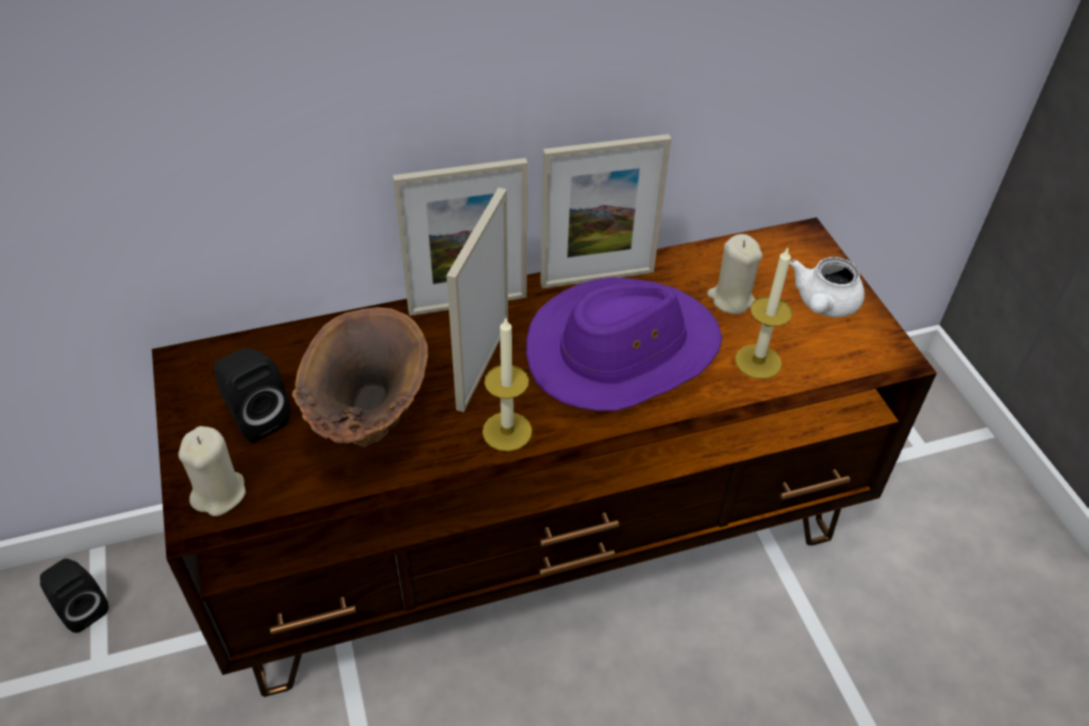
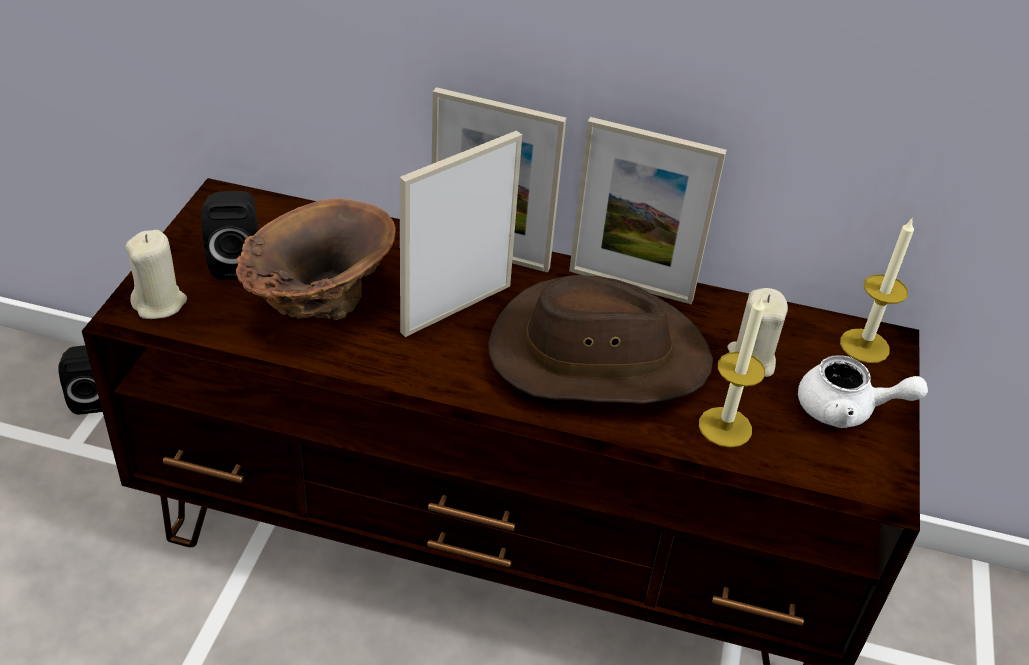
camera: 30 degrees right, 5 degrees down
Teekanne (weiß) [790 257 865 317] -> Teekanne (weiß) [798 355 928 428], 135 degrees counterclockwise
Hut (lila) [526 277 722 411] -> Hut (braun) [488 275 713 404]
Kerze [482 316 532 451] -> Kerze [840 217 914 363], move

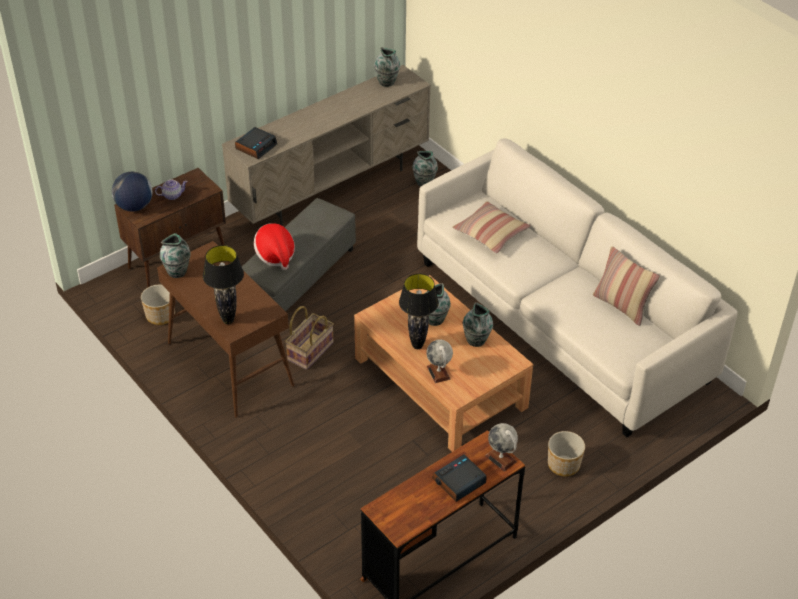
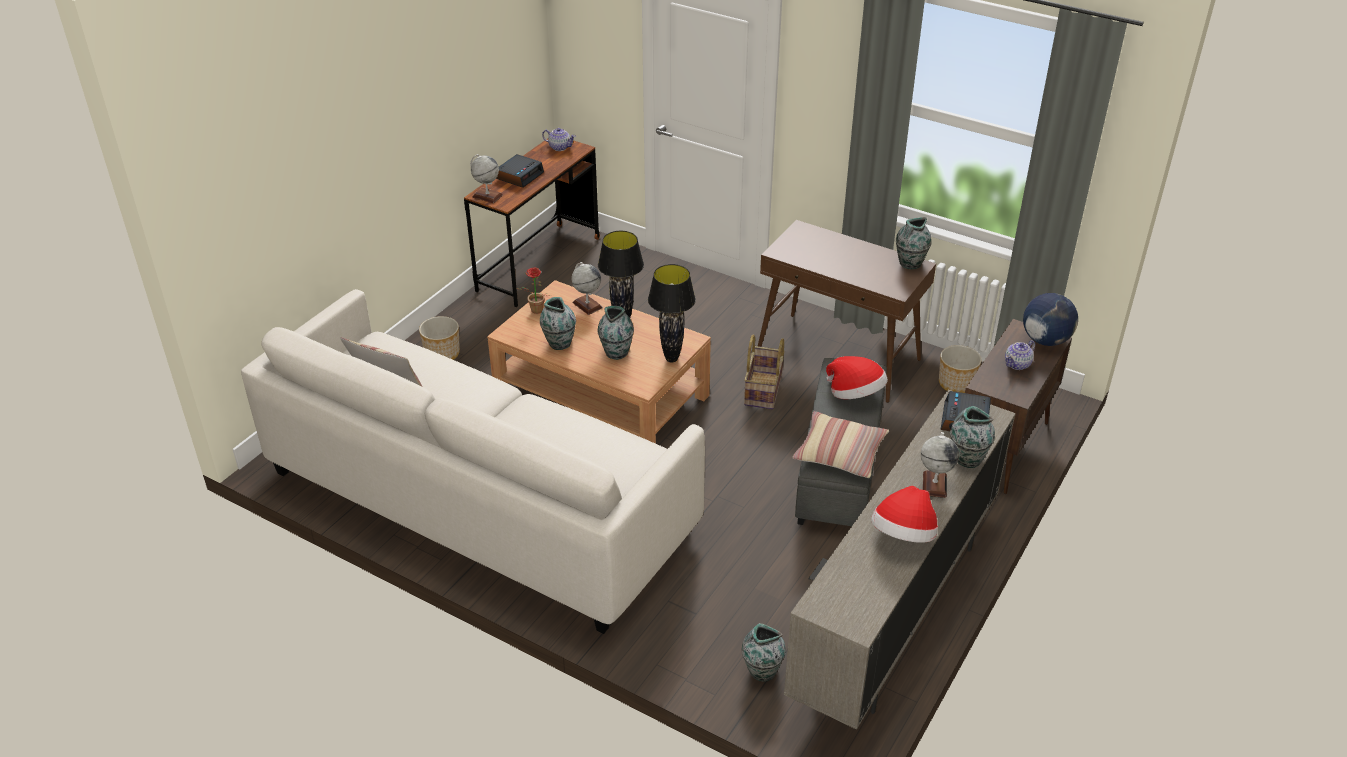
camera: 160 degrees right, 5 degrees down
Vase [374 47 400 87] -> Vase [950 406 995 468], move
Kissen [452 201 531 254] -> Kissen [792 411 889 478], move
Tischlampe (schwarz) [203 245 244 324] -> Tischlampe (schwarz) [648 264 696 362], move
none -> Teekanne [542 128 576 151]
none -> Topfpflanze [516 268 551 314]
none -> Globus [921 432 959 498]
none -> Hut [871 486 938 543]

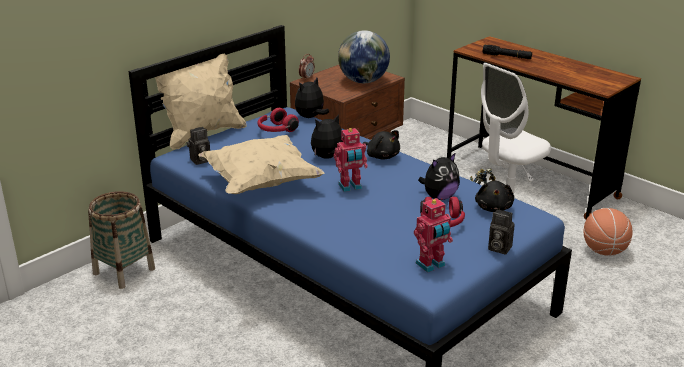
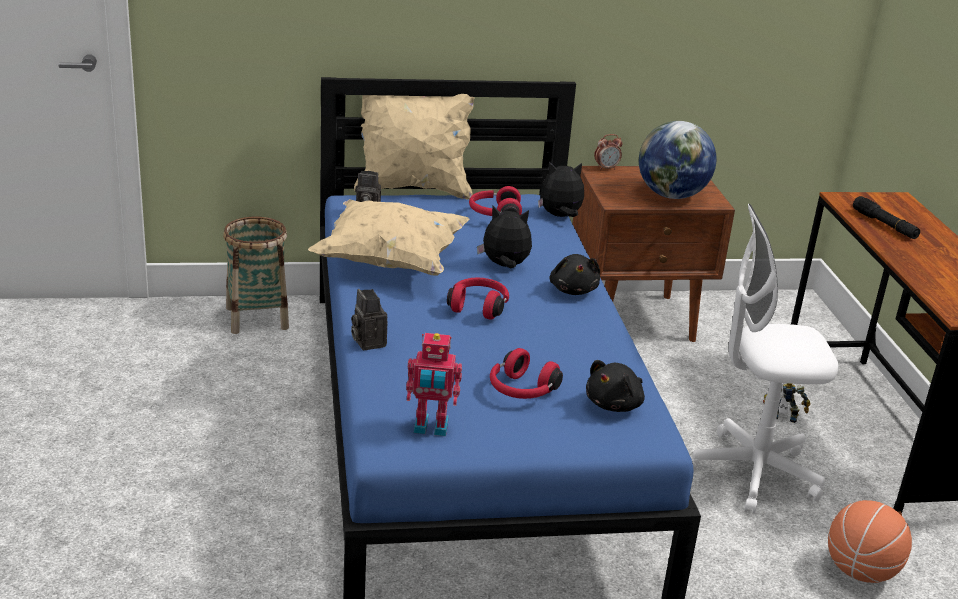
camera: 35 degrees right, 0 degrees up
Spielzeugroboter [334 128 368 192] -> Kopfhörer (rot) [447 278 509 320]
Plüschtier [418 152 460 200] -> none
Kamera [488 209 515 255] -> Kamera [351 289 387 350], move

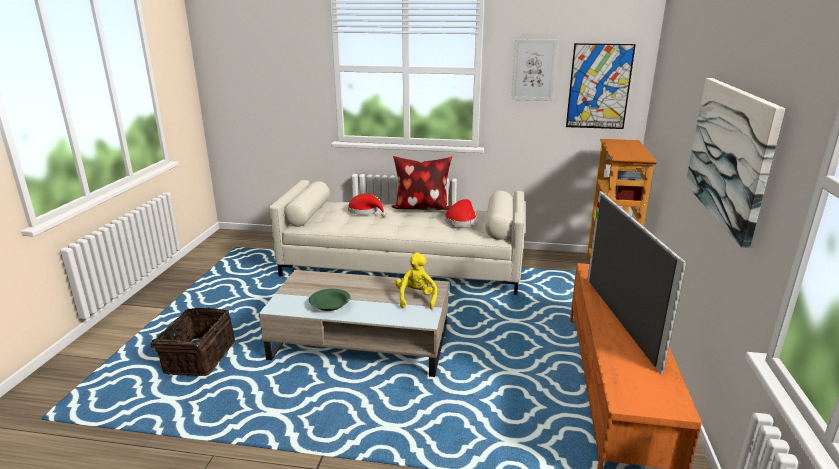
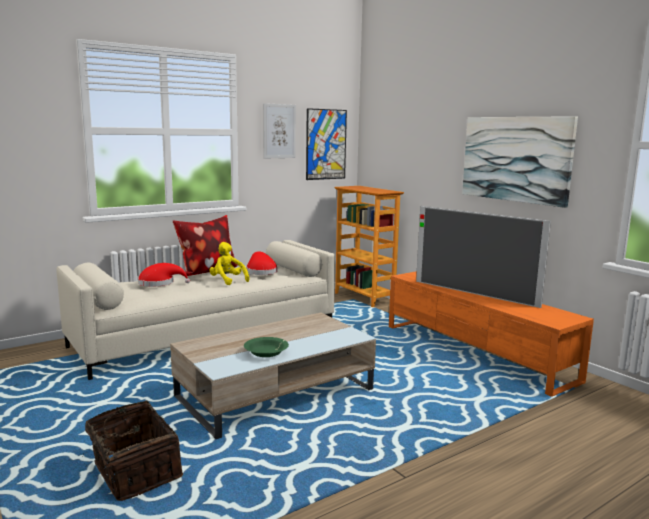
camera: 45 degrees left, 10 degrees down
Plüschtier (gelb) [395 253 437 309] -> Plüschtier (gelb) [209 242 250 285], move

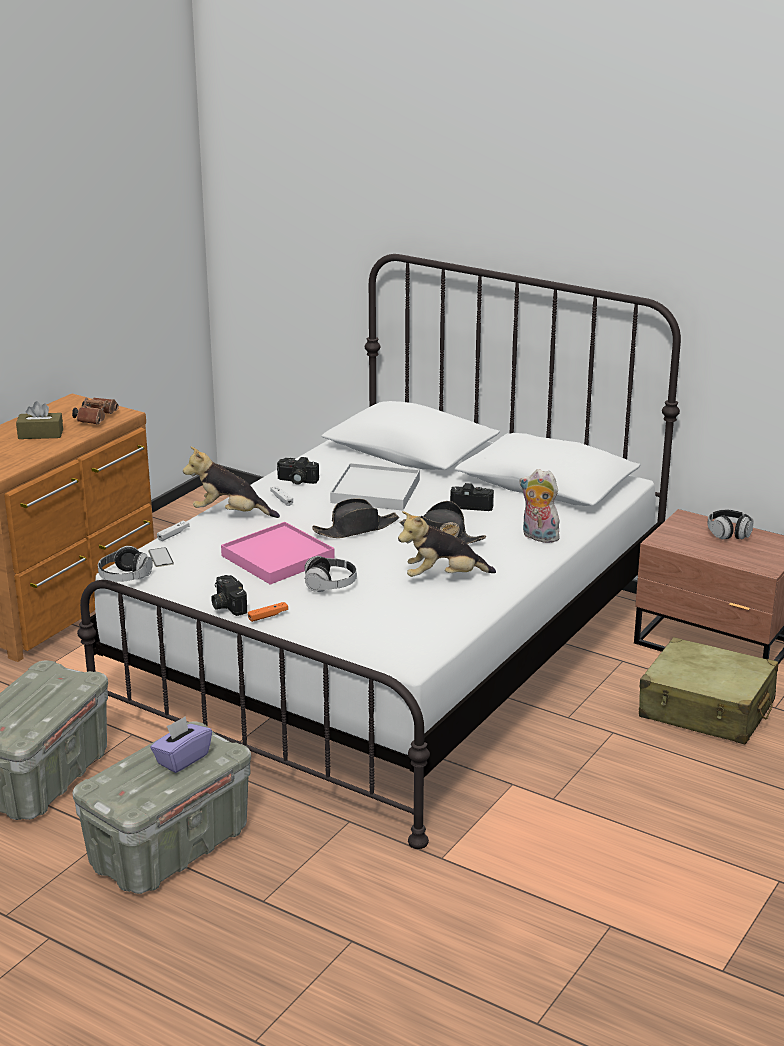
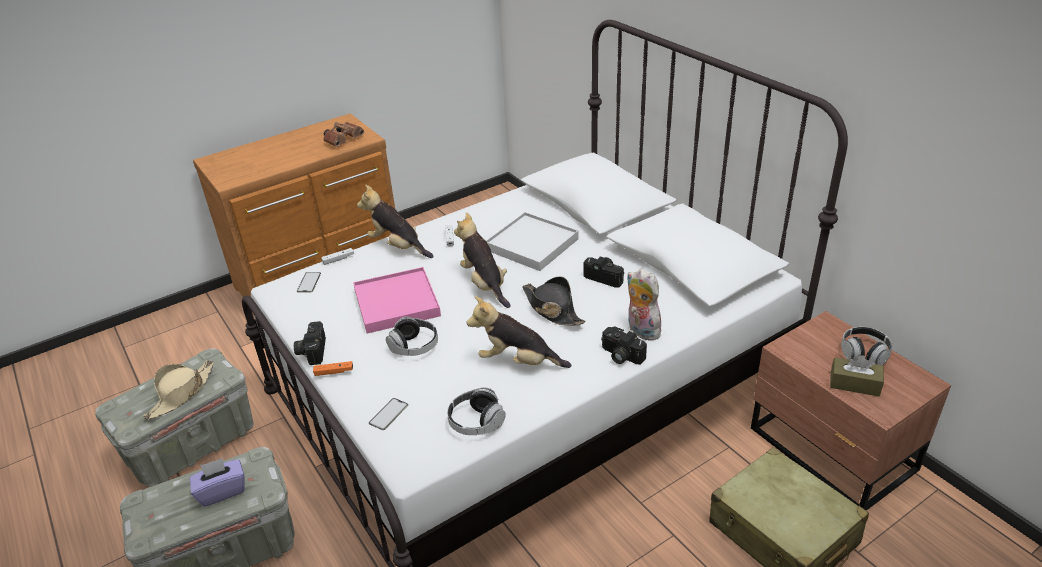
camera: 25 degrees right, 10 degrees up
Taschentuchbox (braun) [16 401 63 439] -> Taschentuchbox (braun) [830 355 884 397], move
Kamera [277 457 319 485] -> Kamera [601 326 647 365], move
Hut (schwarz) [312 498 399 538] -> Plüschtier [454 212 511 308]
Kopfhörer [98 546 153 582] -> Kopfhörer [447 387 506 435], move
none -> Hut (beige) [143 360 214 419]
none -> Handy [369 398 408 430]

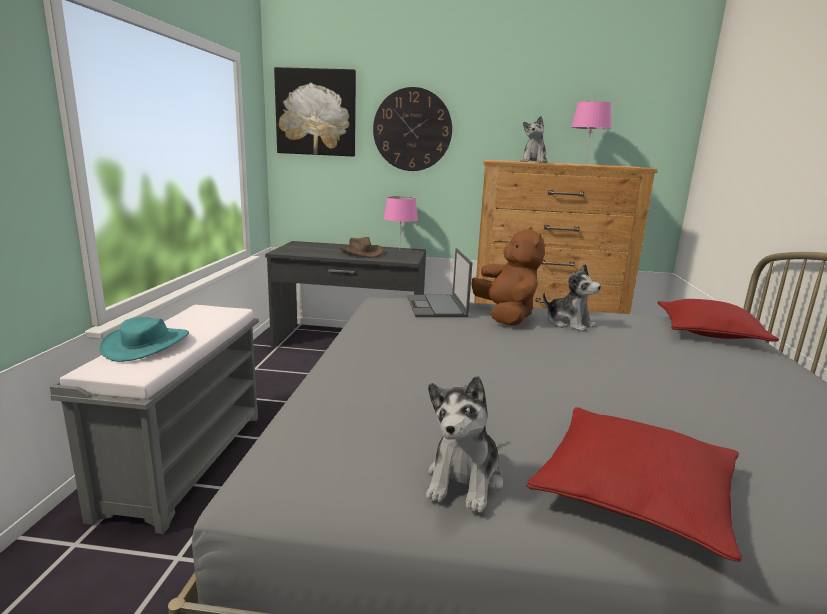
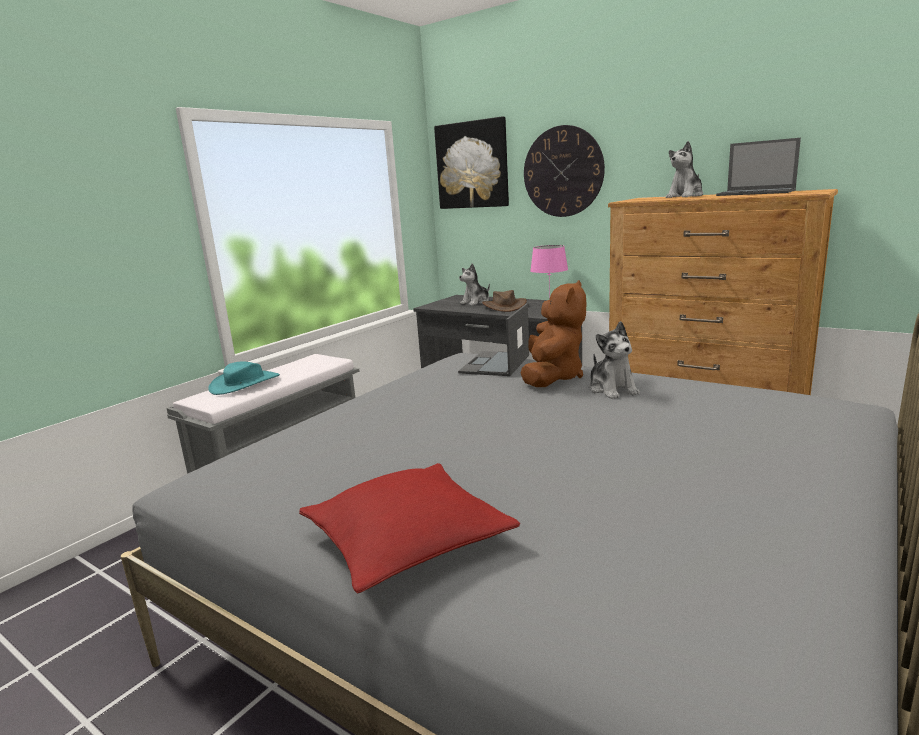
camera: 30 degrees right, 0 degrees up
Tischlampe (rosa) [571 101 611 163] -> Laptop [716 138 801 196]
Kissen (rot) [658 299 779 342] -> none
Plüschtier [426 376 503 513] -> Plüschtier [459 263 490 305], move

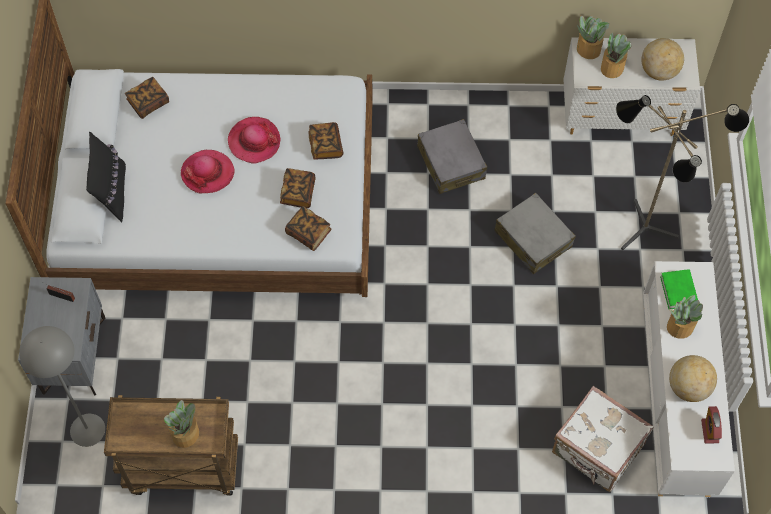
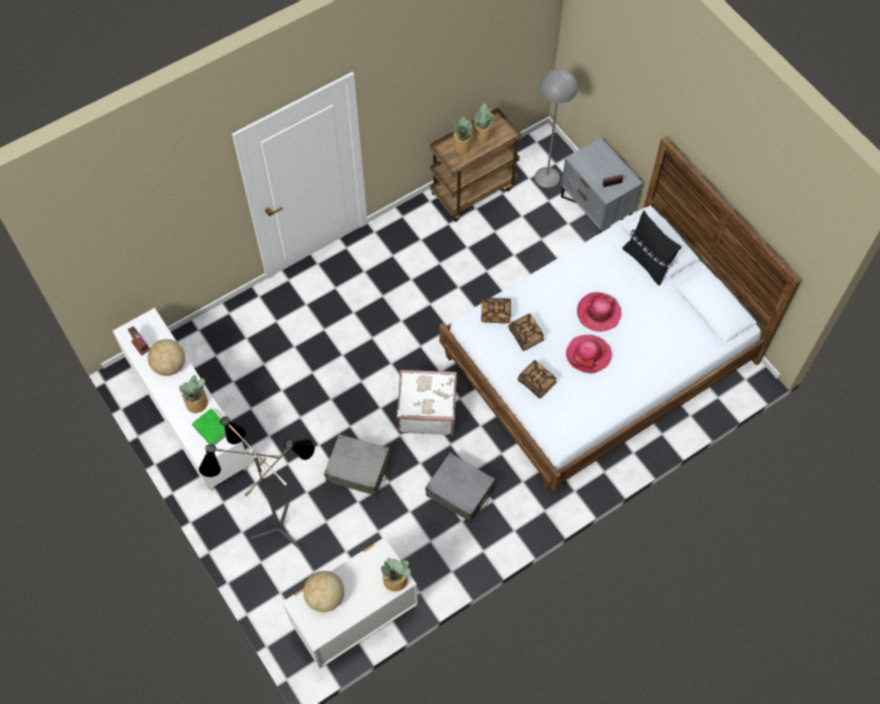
camera: 145 degrees right, 0 degrees up
Topfpflanze [601 33 632 78] -> Topfpflanze [473 103 494 143], move
Buch [125 77 169 119] -> none
Koffer (weiß) [552 386 653 492] -> Koffer (weiß) [397 370 457 435], move

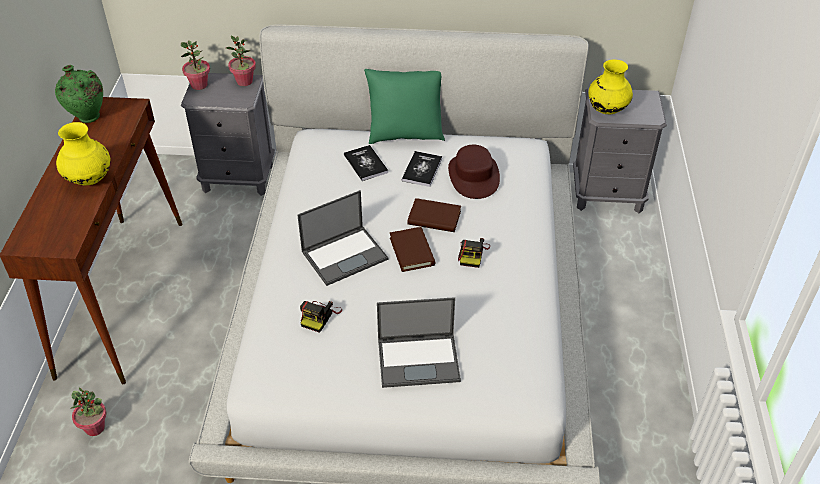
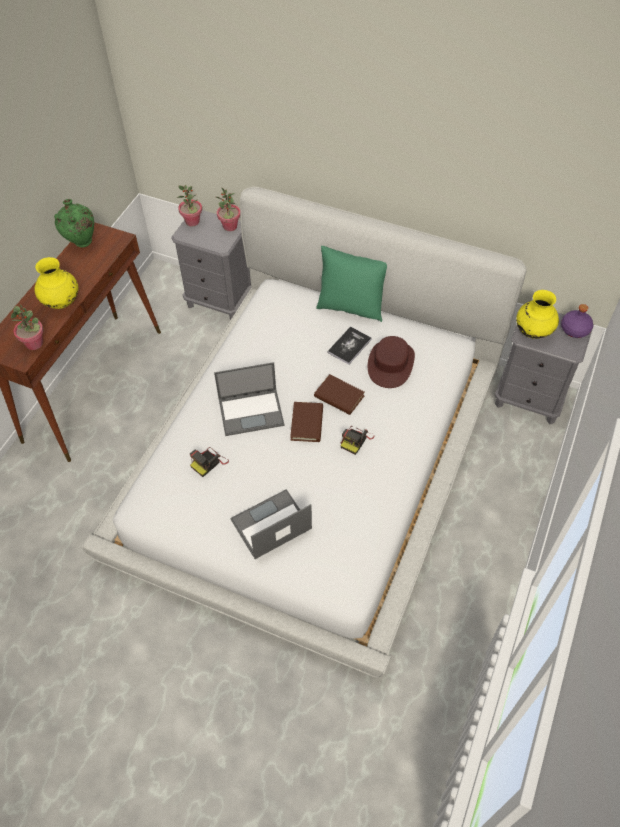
camera: 20 degrees right, 10 degrees up
Buch [344 145 388 181] -> none
Laptop [377 297 461 388] -> Laptop [230 489 312 559], 135 degrees clockwise
Topfpflanze [70 388 107 436] -> Topfpflanze [11 304 43 350], move
none -> Flasche (lila) [561 304 593 338]

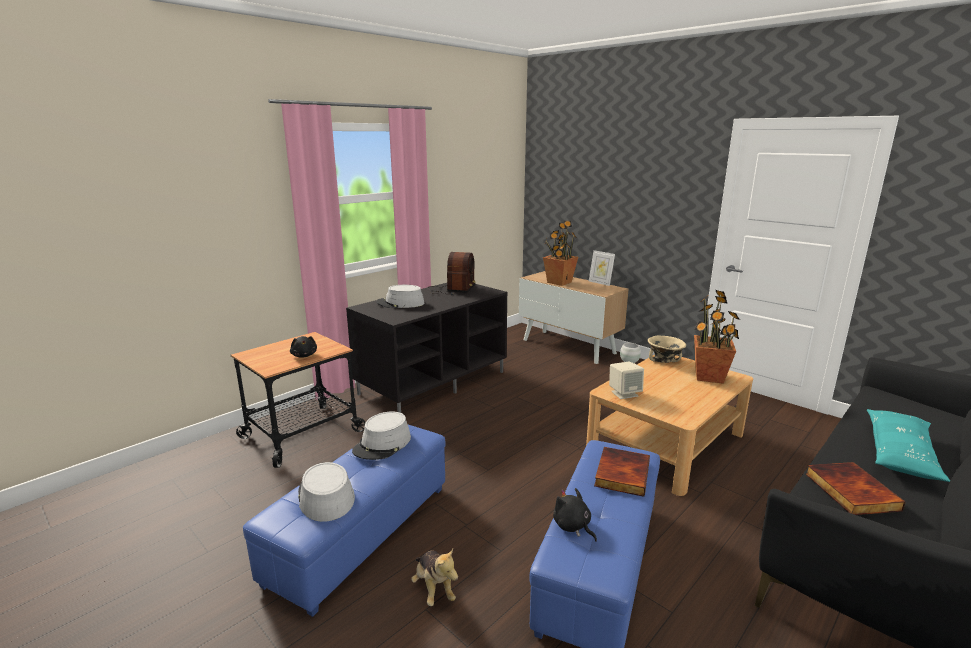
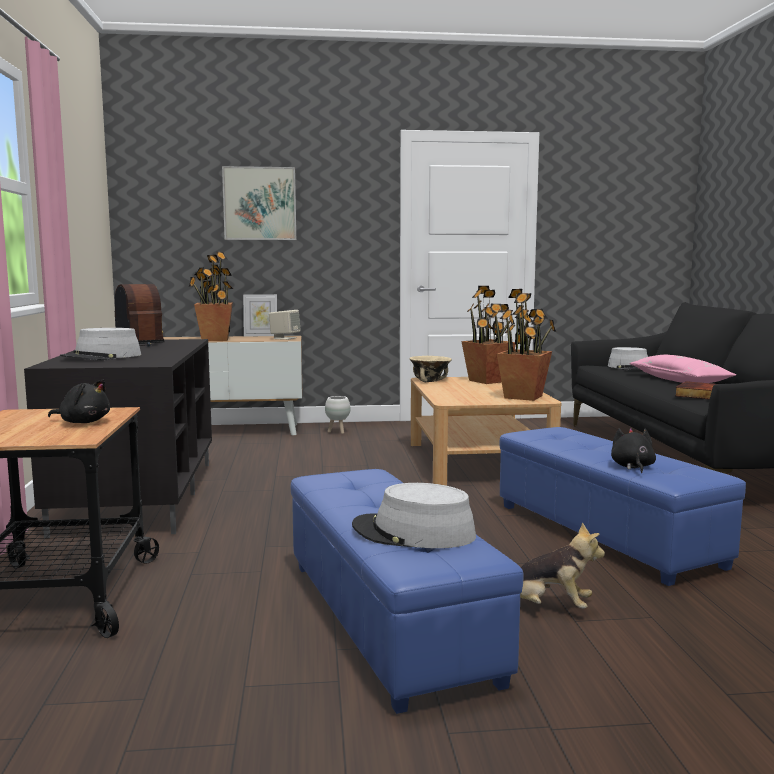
camera: 50 degrees left, 10 degrees down
Lautsprecher (beige) [609 362 644 399] -> Lautsprecher (beige) [269 310 301 340], move
Kissen (türkis) [867 409 950 482] -> Kissen (rosa) [629 355 736 383]
Hut (grau) [352 412 411 460] -> Hut (grau) [608 347 648 370], move
Buch [594 447 650 496] -> none
Plüschtier (schwarz) [553 488 597 542] -> Plüschtier (schwarz) [611 428 656 473], 90 degrees clockwise
none -> Bild [222 166 296 240]
none -> Topfpflanze [497 289 556 401]

